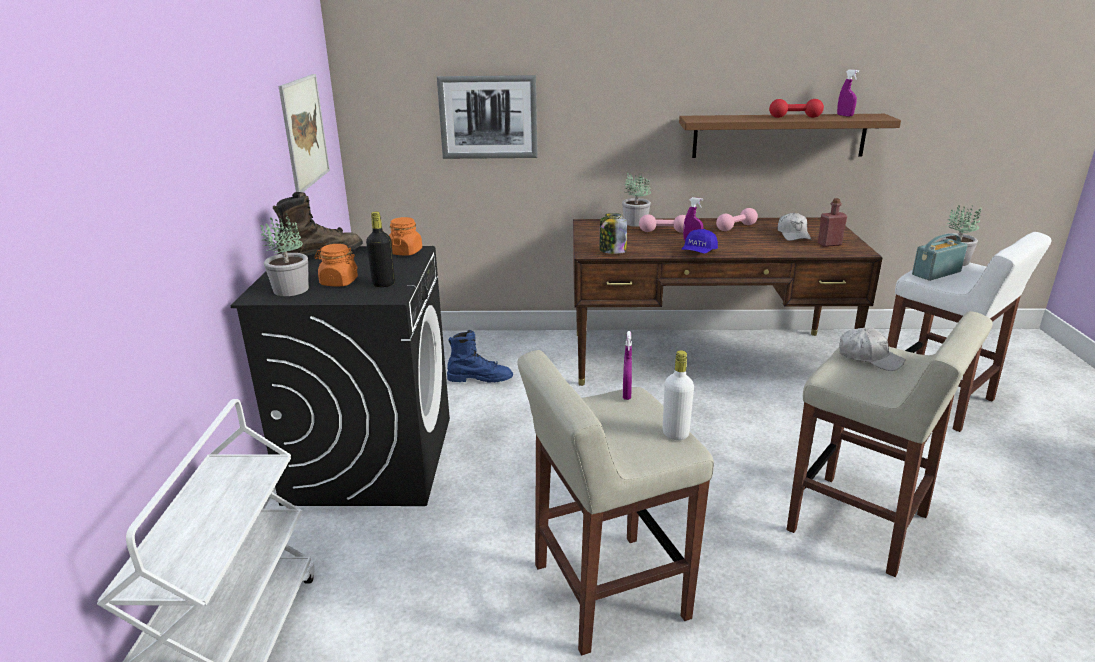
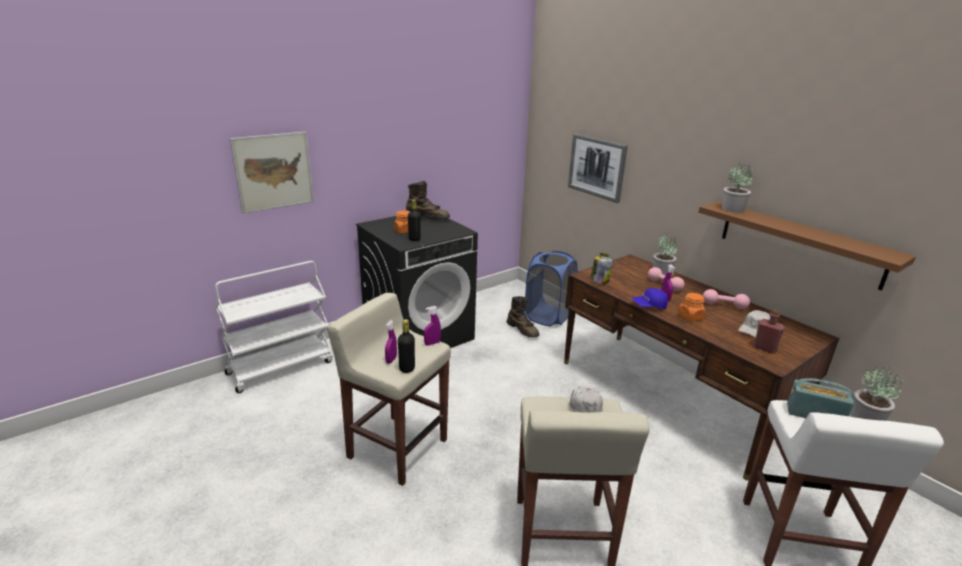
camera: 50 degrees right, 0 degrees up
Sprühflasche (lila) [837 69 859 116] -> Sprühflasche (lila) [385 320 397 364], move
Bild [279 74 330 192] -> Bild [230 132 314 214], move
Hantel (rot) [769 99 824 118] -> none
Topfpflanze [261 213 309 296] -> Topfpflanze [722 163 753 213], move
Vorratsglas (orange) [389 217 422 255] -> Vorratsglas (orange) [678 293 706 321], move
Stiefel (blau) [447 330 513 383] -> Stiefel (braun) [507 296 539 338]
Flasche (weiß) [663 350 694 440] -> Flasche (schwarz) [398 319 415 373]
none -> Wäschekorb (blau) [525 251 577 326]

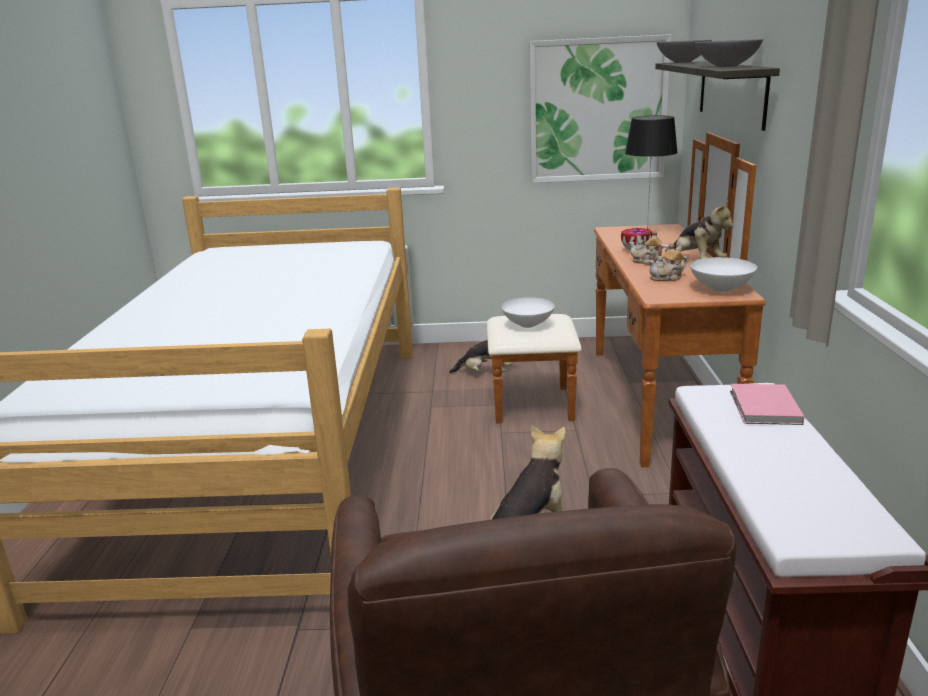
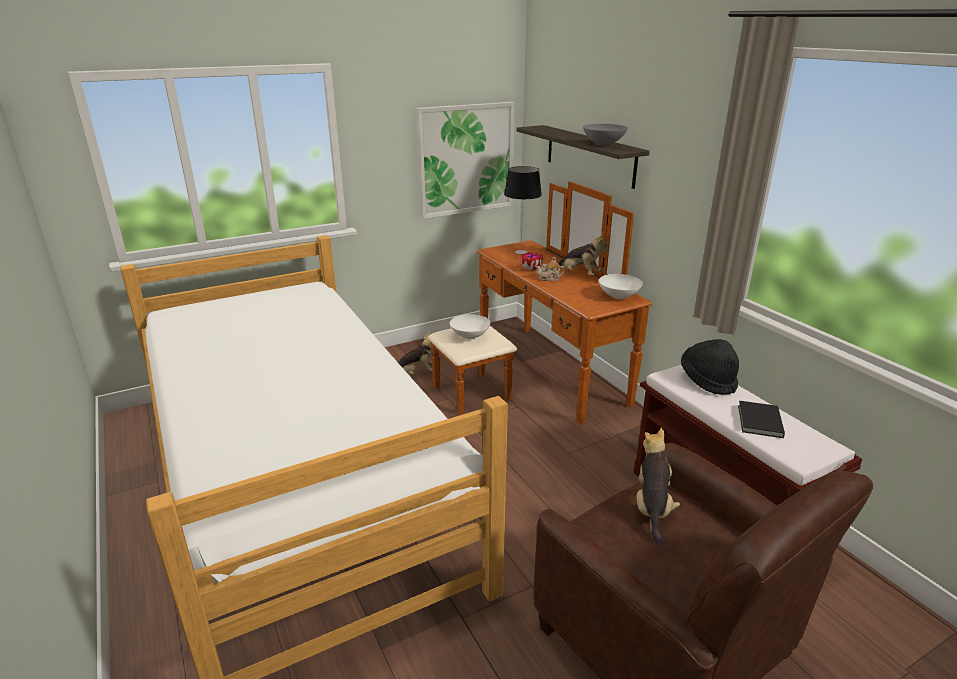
camera: 30 degrees left, 5 degrees up
Schüssel (grau) [657 40 712 63] -> none
Teekanne [648 243 688 281] -> none
Buch (rosa) [730 384 804 425] -> Hut (schwarz) [681 339 739 395]
none -> Buch (schwarz) [738 401 785 438]

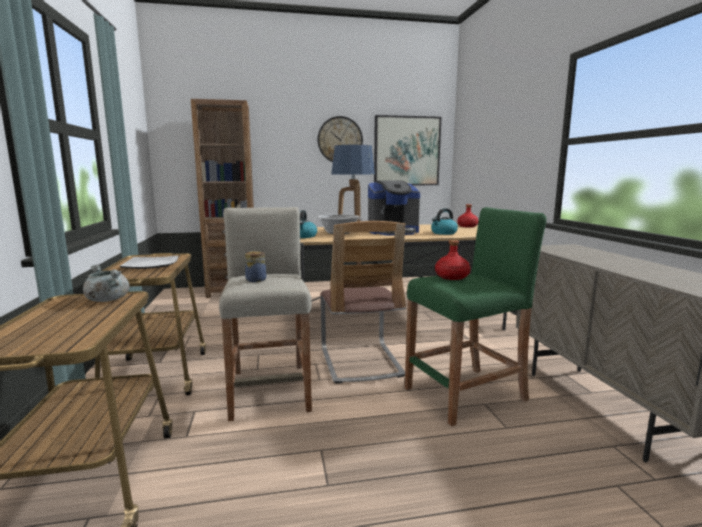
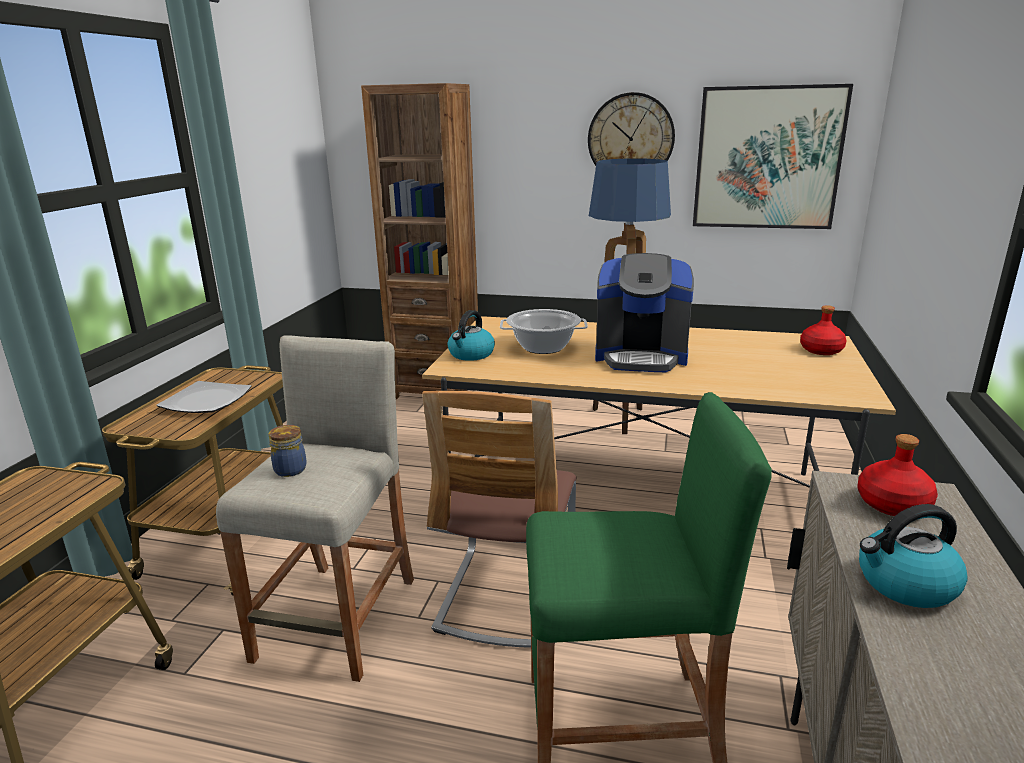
camera: 25 degrees right, 10 degrees up
Wasserkessel [431 208 458 235] -> Wasserkessel [859 504 968 608], move
Flasche (rot) [435 240 470 280] -> Flasche (rot) [857 434 938 516], move
Kochtopf (grau) [83 264 130 302] -> none

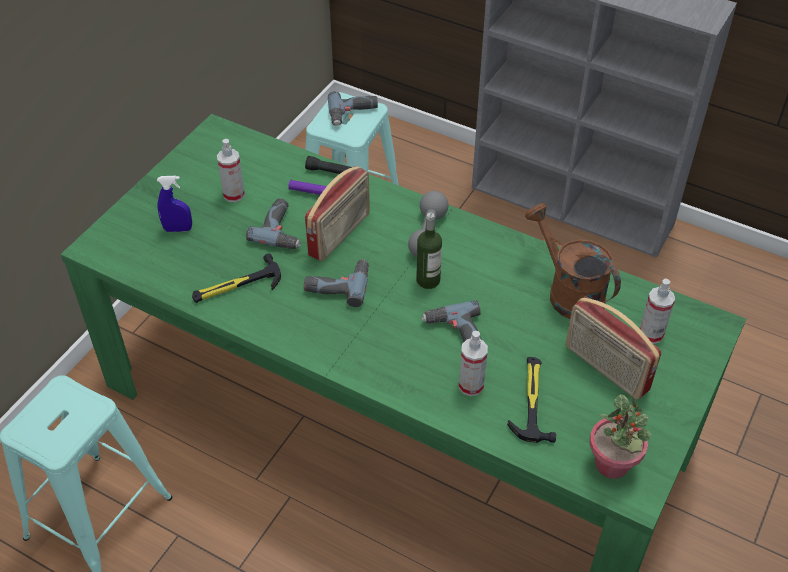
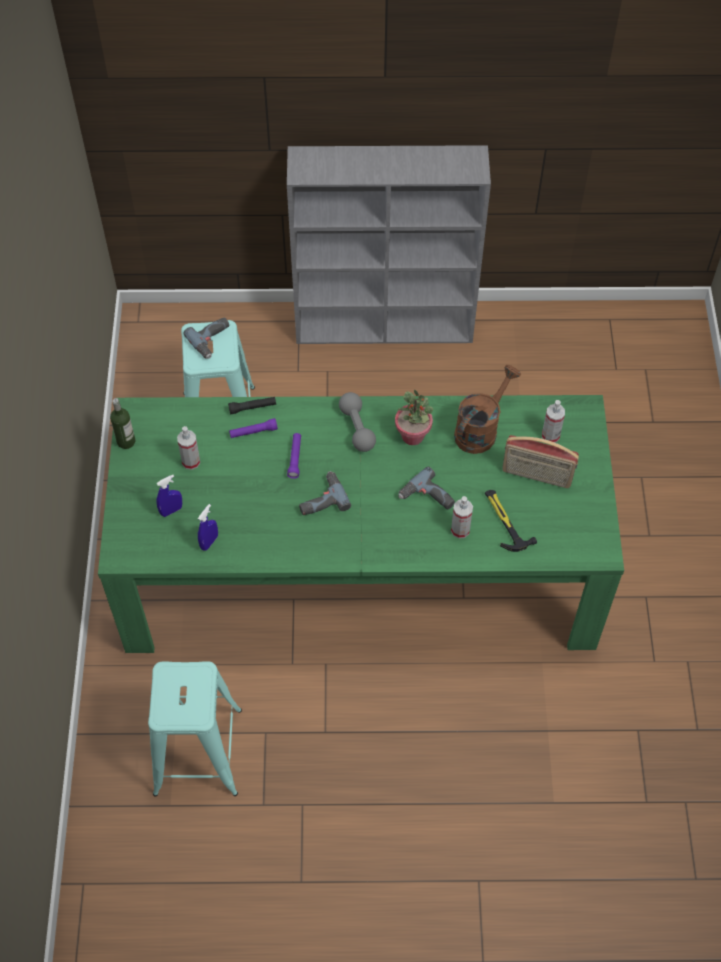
camera: 30 degrees left, 10 degrees up
Radio [305 166 370 261] -> Taschenlampe (lila) [287 433 301 479]
Bohrmaschine [246 198 301 249] -> none
Gießkanne (braun) [525 203 621 319] -> Gießkanne (braun) [454 365 521 454], 105 degrees clockwise
Flasche [416 213 442 289] -> Flasche [110 398 136 449], move
Hammer [192 253 281 303] -> none
Topfpflanze [590 394 651 479] -> Topfpflanze [395 390 433 445], move
none -> Sprühflasche (blau) [198 504 218 551]

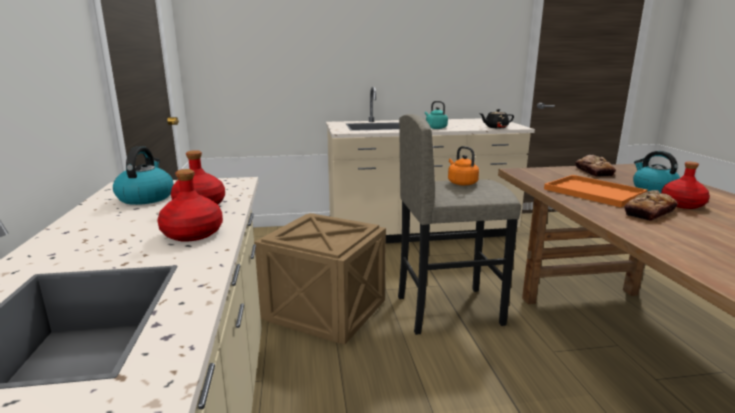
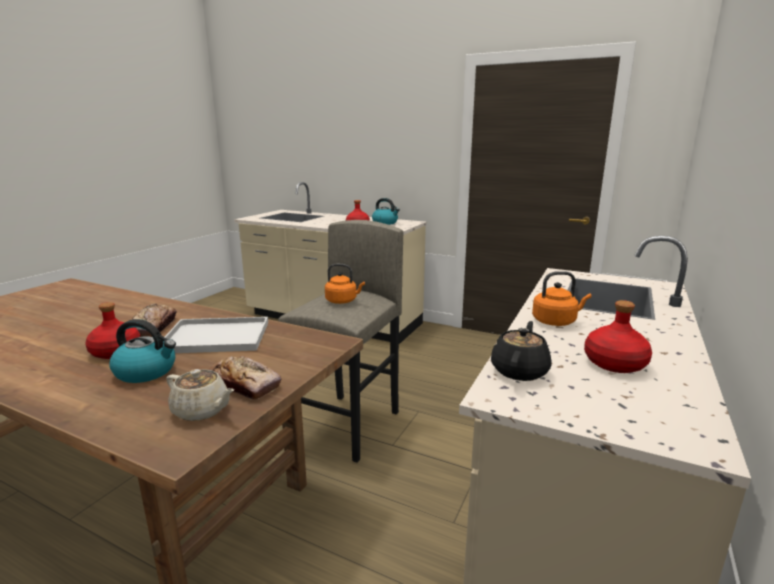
camera: 125 degrees right, 0 degrees up
Wasserkessel (türkis) [425 101 448 129] -> Wasserkessel (orange) [532 271 591 326]
Flasche (rot) [157 169 223 242] -> Flasche (rot) [584 300 652 373], move
Tablett (orange) [544 175 648 207] -> Tablett (weiß) [165 317 268 353]
Kiste [254 213 386 344] -> none
none -> Teekanne (beige) [166 369 234 421]

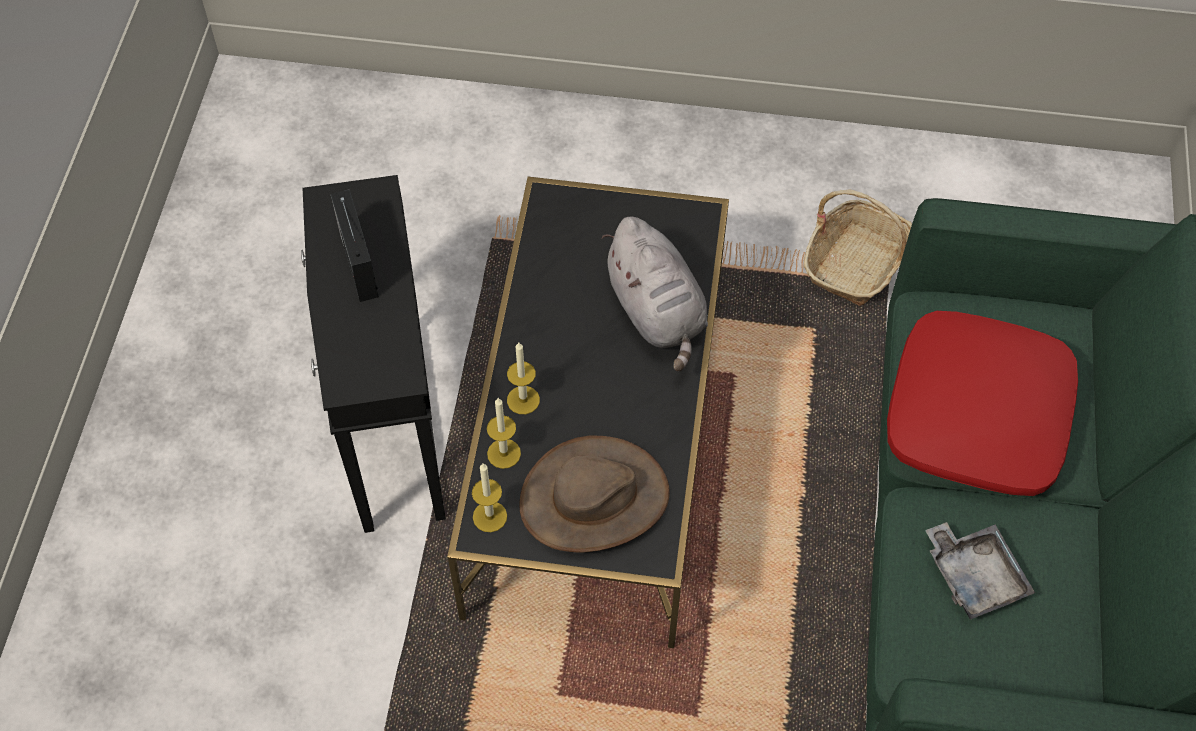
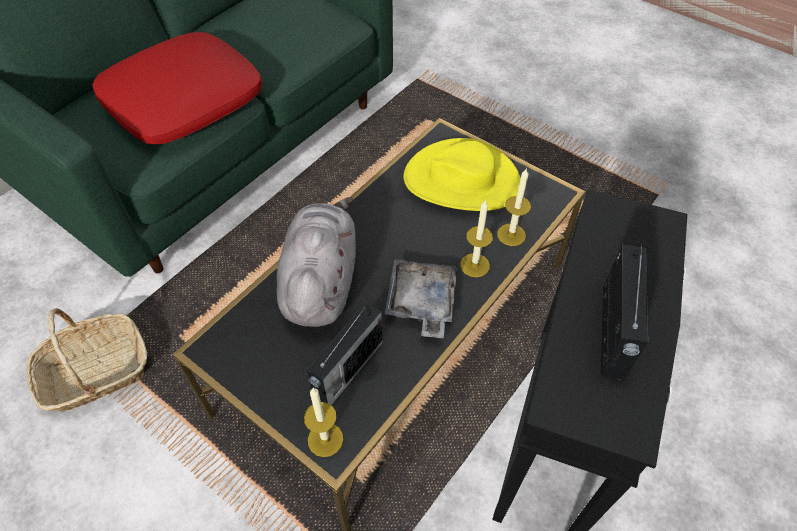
camera: 150 degrees left, 5 degrees down
Hut (braun) [519 436 670 552] -> Hut (gelb) [403 138 521 211]
Kerze [472 464 507 532] -> Kerze [304 388 343 457], move
Tablett (grau) [925 522 1035 619] -> Tablett (grau) [385 259 458 338], move
none -> Radio [307 303 383 405]

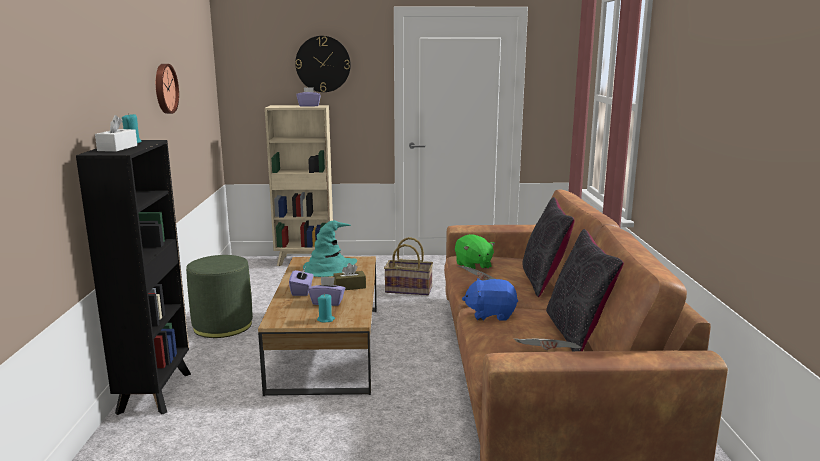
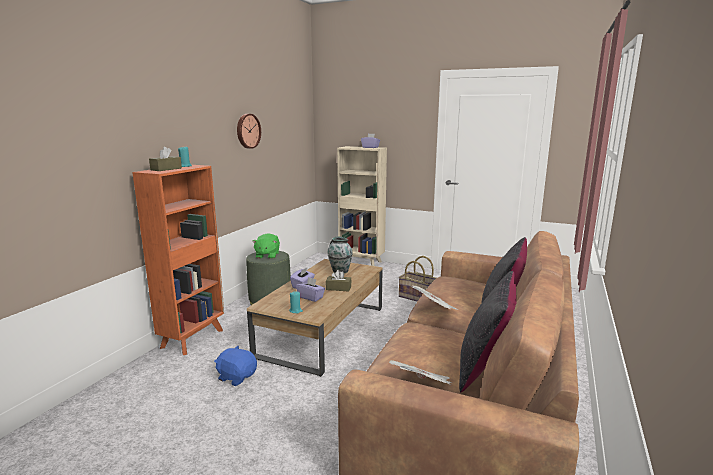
camera: 25 degrees right, 0 degrees up
Wanduhr [295 36 351 92] -> none
Taschentuchbox (weiß) [95 115 137 152] -> Taschentuchbox (braun) [149 146 182 171]
Bücherregal (schwarz) [76 140 191 415] -> Bücherregal (orange) [132 165 224 355]
Hut (türkis) [303 220 357 277] -> Vase [327 236 353 273]
Plüschtier (grün) [455 234 496 269] -> Plüschtier (grün) [252 233 280 259], move
Plüschtier (blau) [462 278 518 321] -> Plüschtier (blau) [214 346 257 386], move

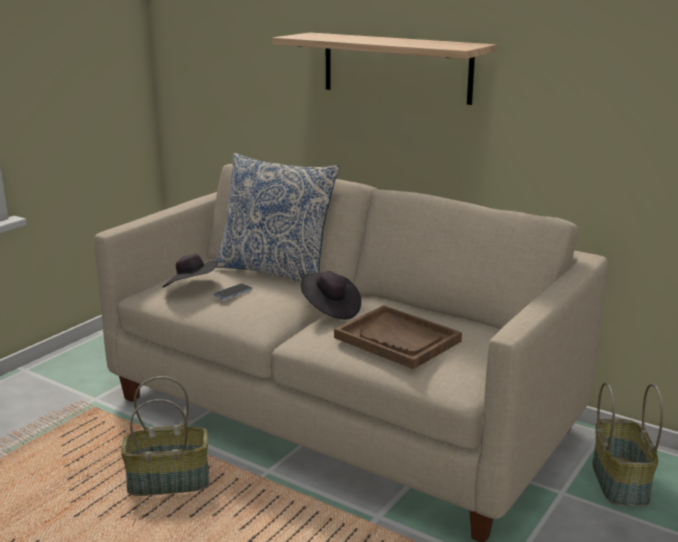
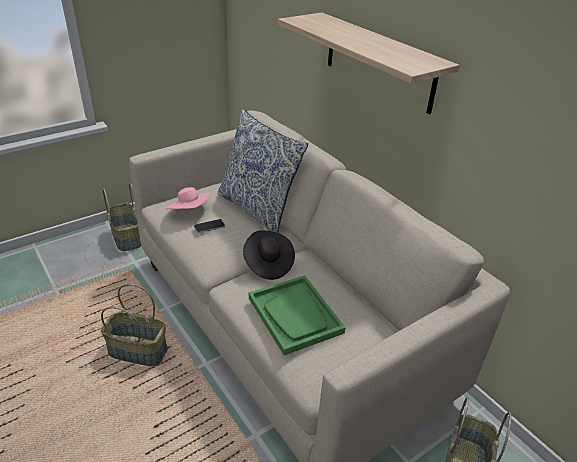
camera: 20 degrees right, 15 degrees up
Hut (schwarz) [162 254 218 288] -> Hut (rosa) [166 187 211 209]
Tablett (braun) [334 305 462 369] -> Tablett (grün) [249 275 345 355]
none -> Korb [103 183 141 251]

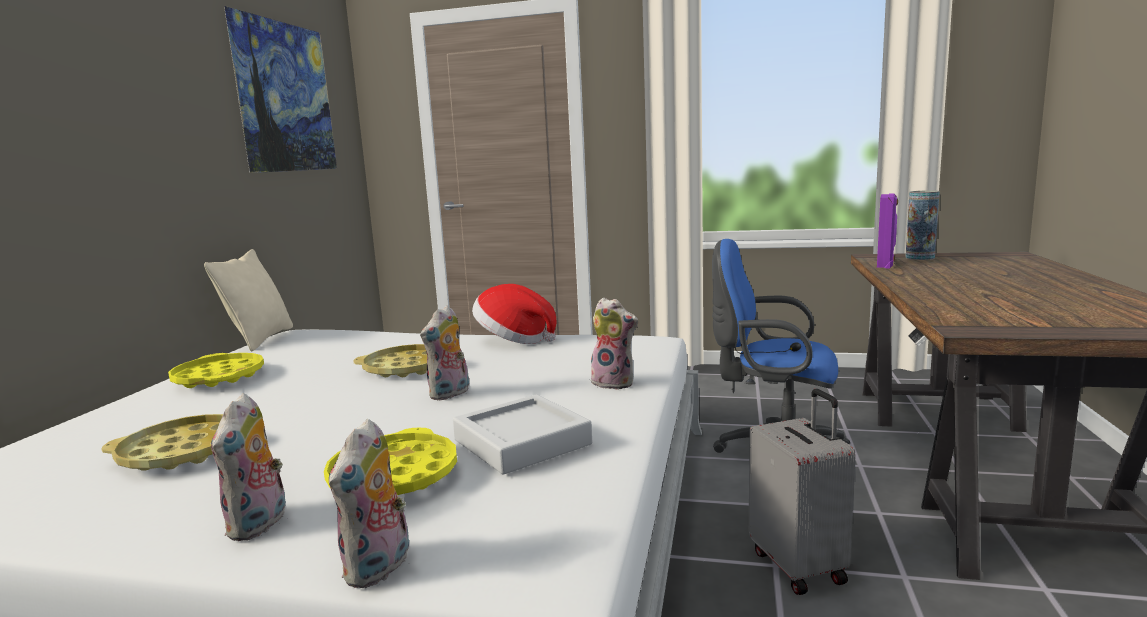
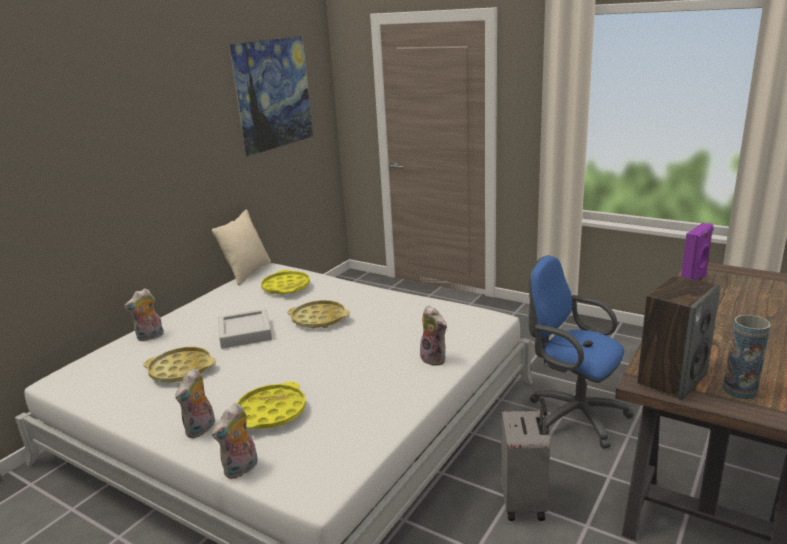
camera: 20 degrees right, 10 degrees up
Vase [905 191 940 260] -> Vase [723 315 771 399], move
Hut [472 284 556 344] -> none
Plüschtier [420 306 469 401] -> Plüschtier [124 288 164 341], move
Tablett (gelb) [168 353 264 388] -> Tablett (gelb) [261 270 310 295], move
Tablett (grau) [453 394 592 475] -> Tablett (grau) [218 309 272 348], move
none -> Lautsprecher [637 275 721 400]

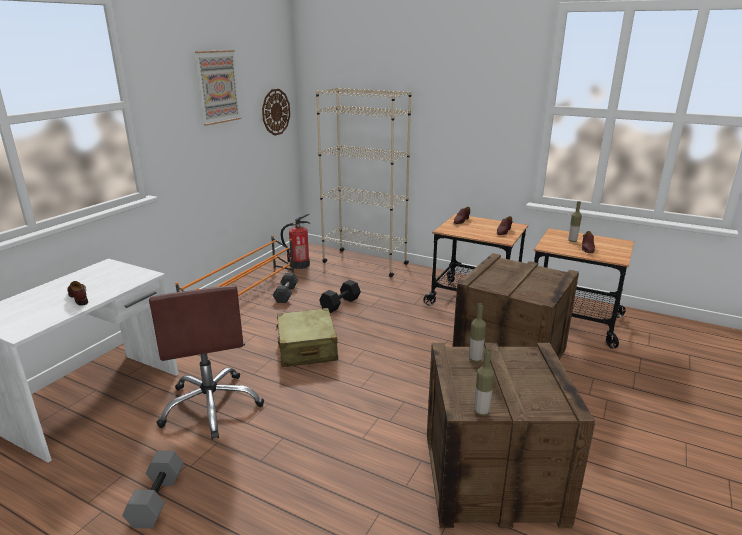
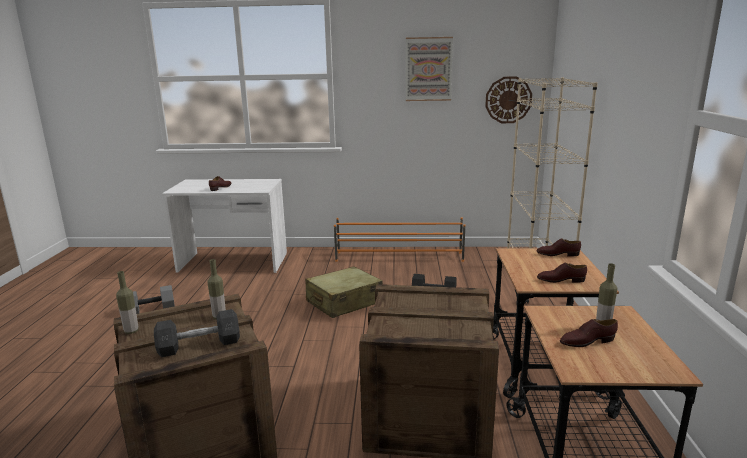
camera: 65 degrees right, 5 degrees down
Feuerlöscher [281 214 310 269] -> none
Hantel (grau) [273 273 298 303] -> Hantel (grau) [154 309 240 357], move
Bürostuhl (braun) [149 285 264 440] -> none

